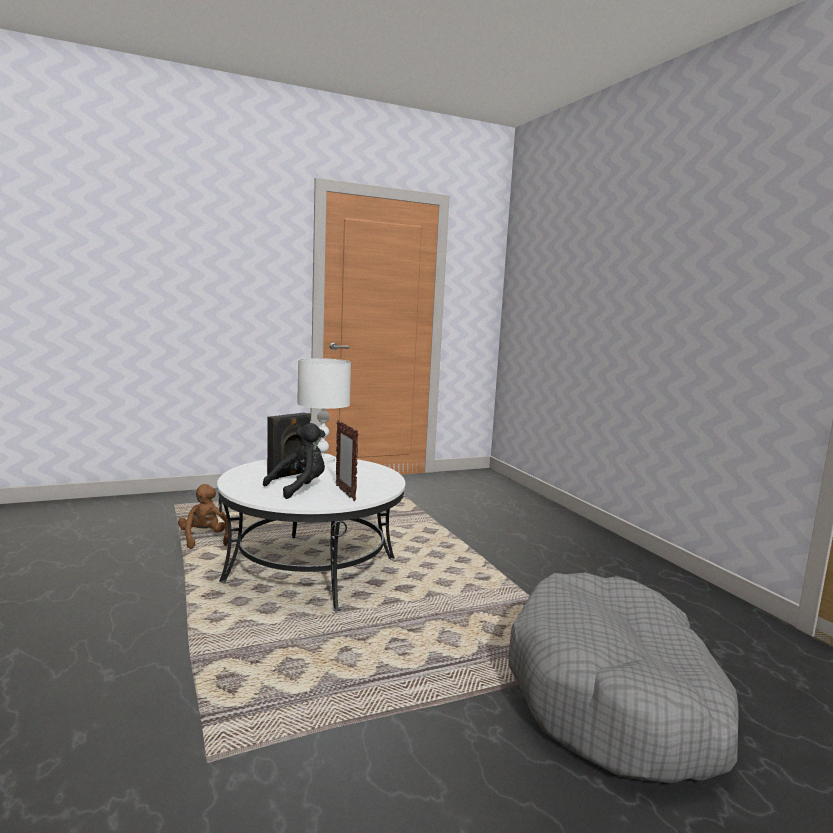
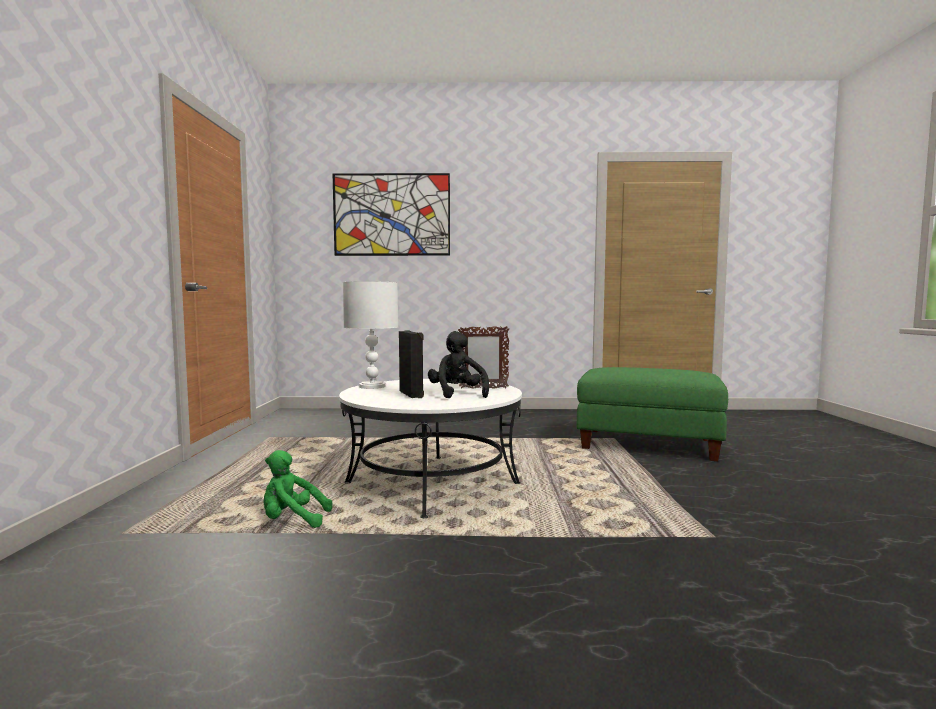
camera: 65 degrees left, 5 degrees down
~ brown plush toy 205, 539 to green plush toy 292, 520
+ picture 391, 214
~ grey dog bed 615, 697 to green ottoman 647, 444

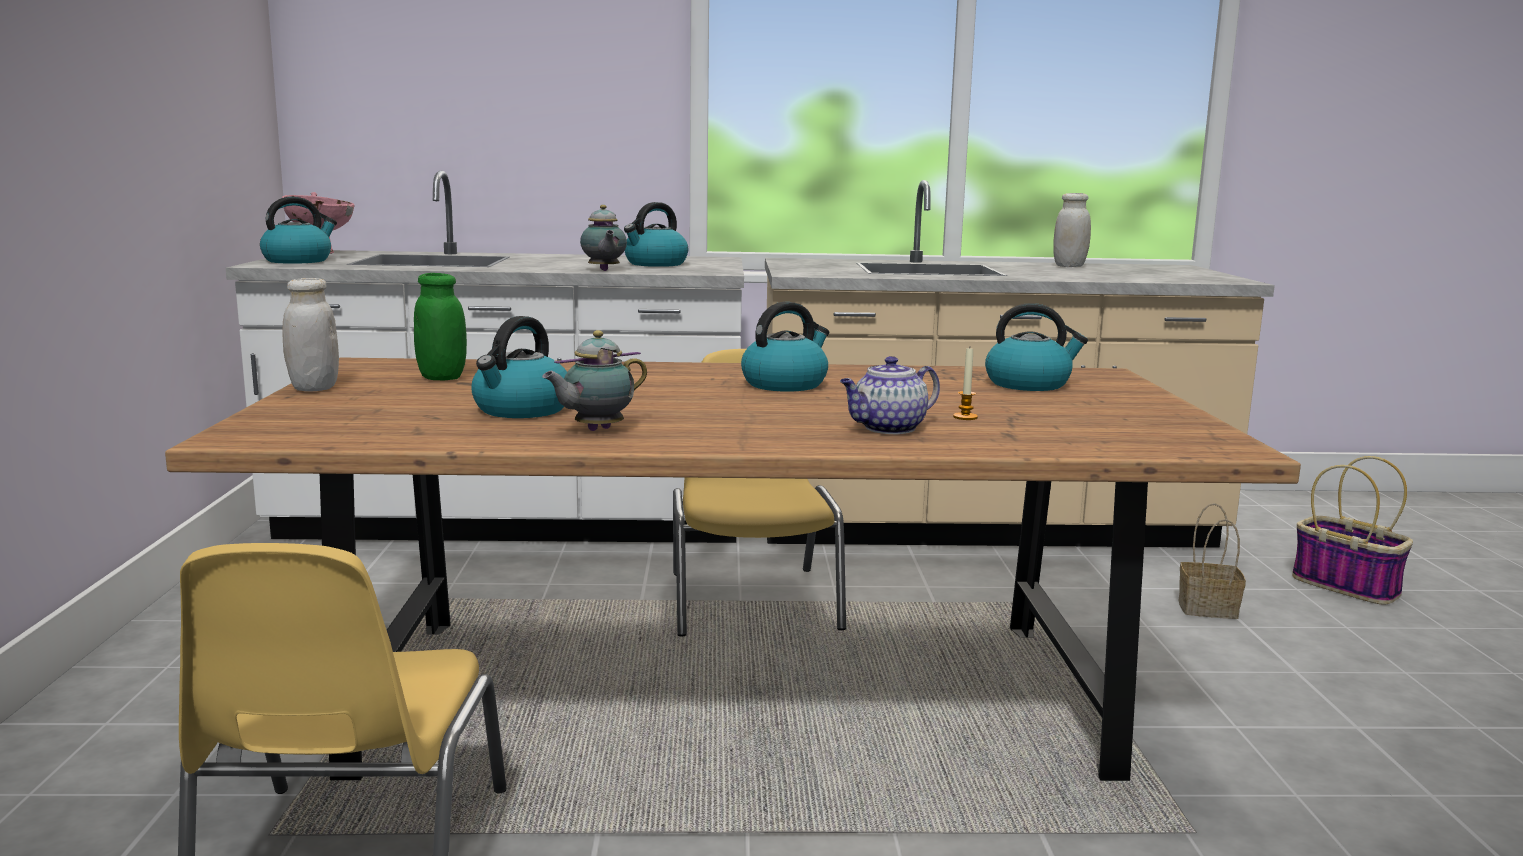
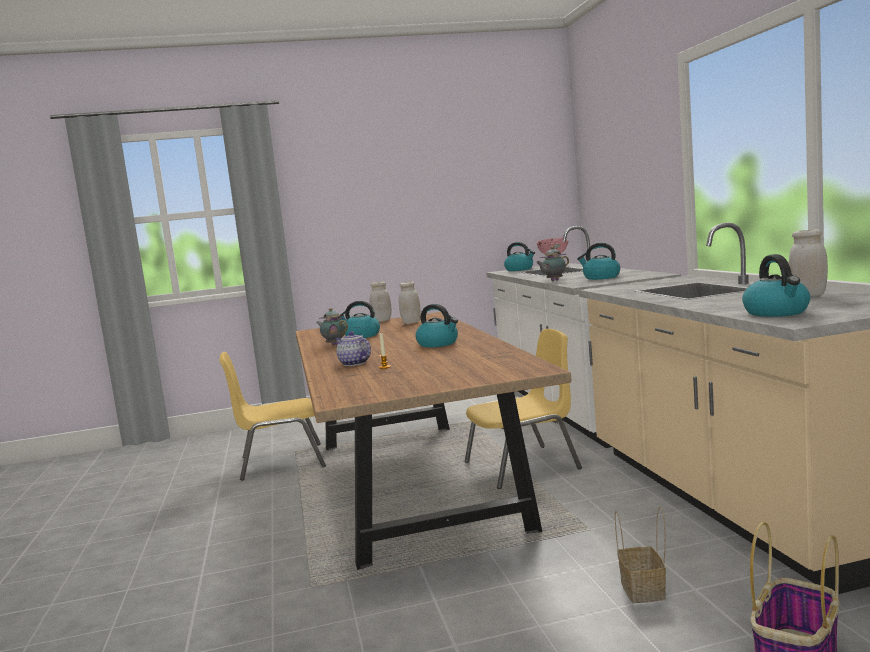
camera: 80 degrees right, 5 degrees down
~ green jar 442, 377 to white jar 411, 322
~ kettle 1029, 384 to 777, 312

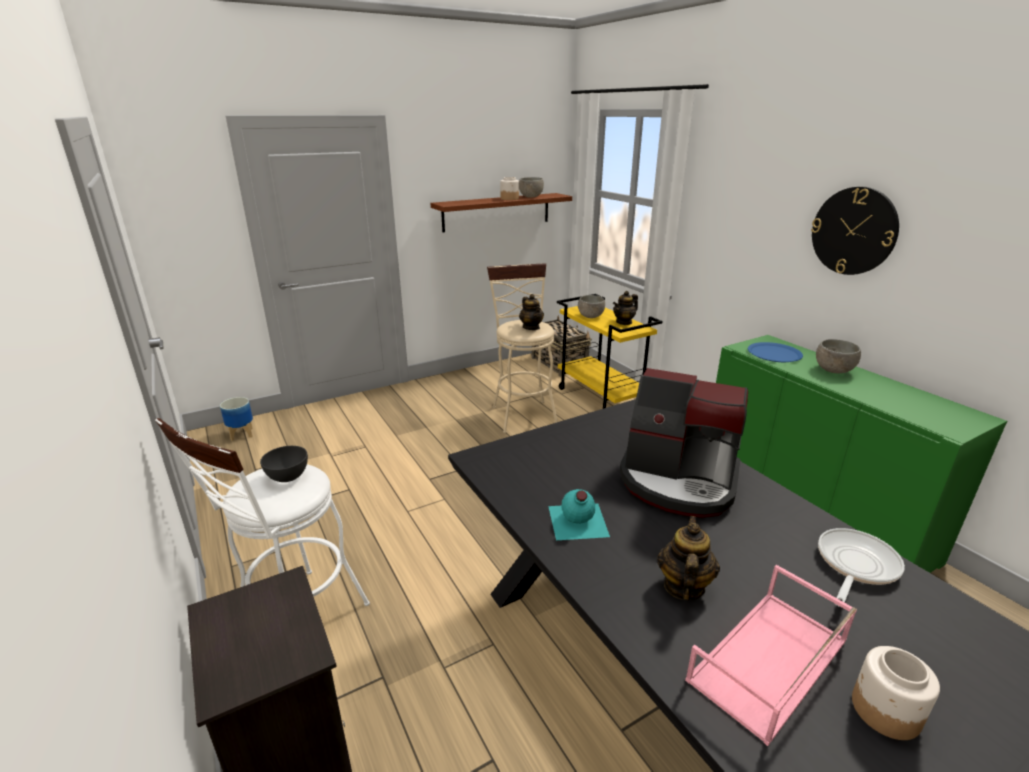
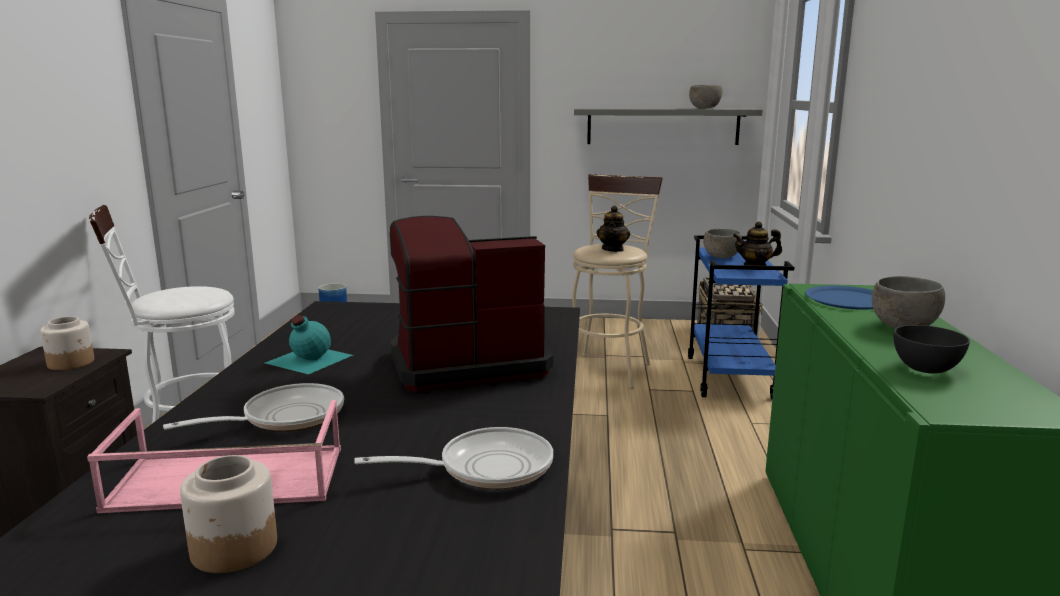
camera: 35 degrees right, 10 degrees down
~ jar 509, 199 to 71, 363
~ teapot 683, 586 to frying pan 285, 417
~ coffee machine 678, 481 = 465, 364 105 degrees clockwise
~ brown shelf 497, 212 to grey shelf 663, 126
~ yellow cart 601, 398 to blue cart 730, 378
~ grey bowl 288, 476 to 925, 369
- wall clock 853, 231

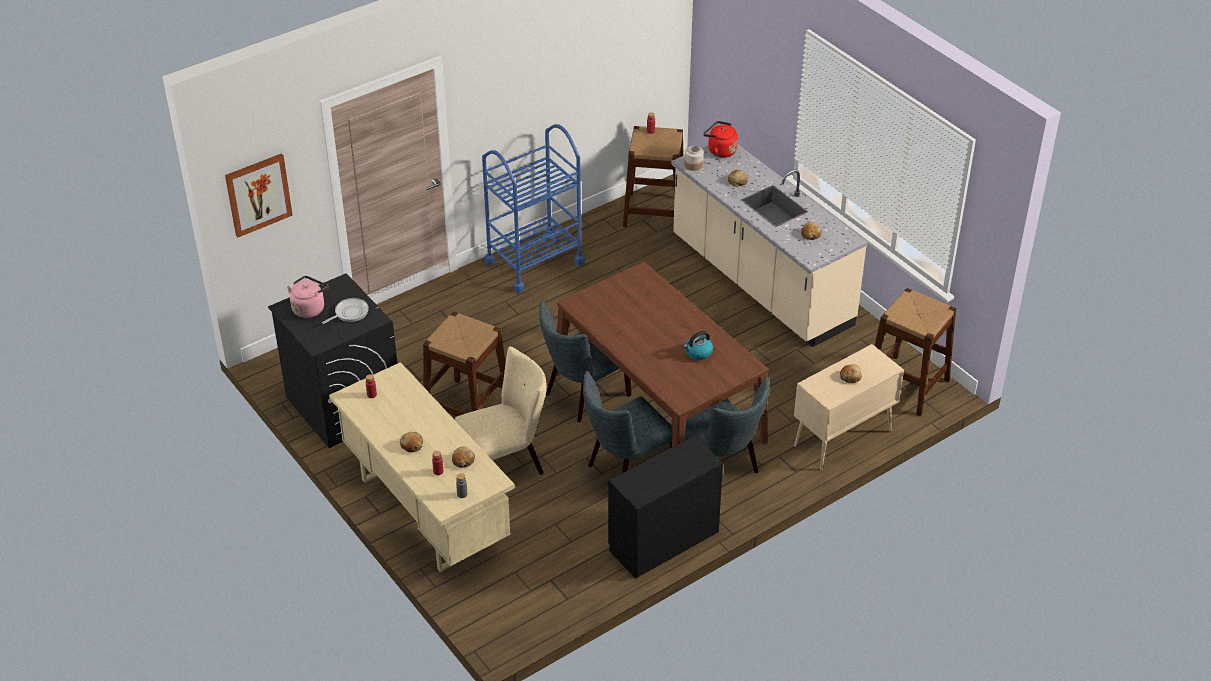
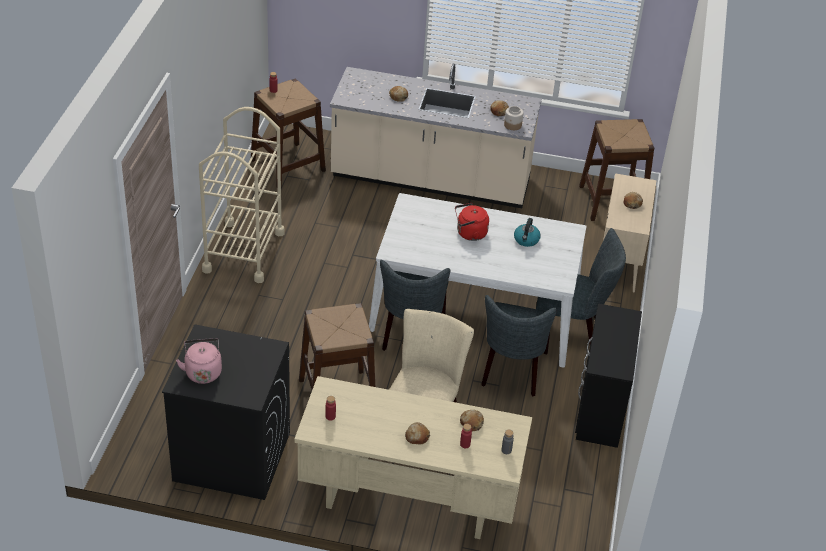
camera: 45 degrees left, 0 degrees up
~ blue cart 534, 262 to beige cart 243, 251
~ brown dining table 658, 407 to white dining table 475, 311
~ red kettle 720, 151 to 469, 234
~ jar 693, 165 to 512, 125
- picture 258, 194
- frying pan 349, 313

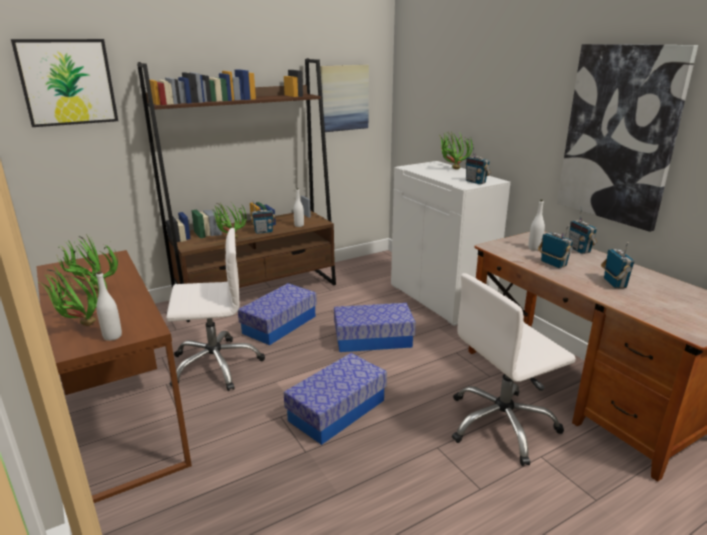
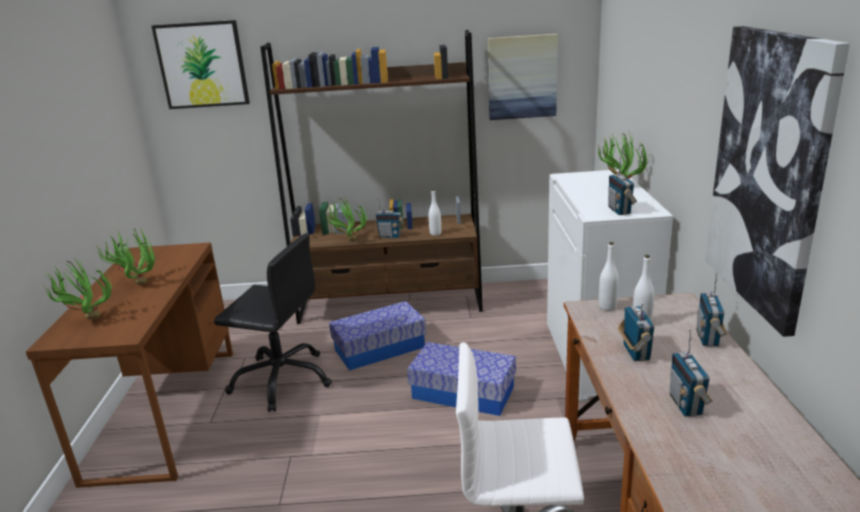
camera: 30 degrees right, 0 degrees up
~ white office chair 215, 365 to black office chair 282, 379
~ white bottle 112, 336 to 607, 307
~ radio 614, 283 = 686, 405 150 degrees clockwise
- storage box 337, 410

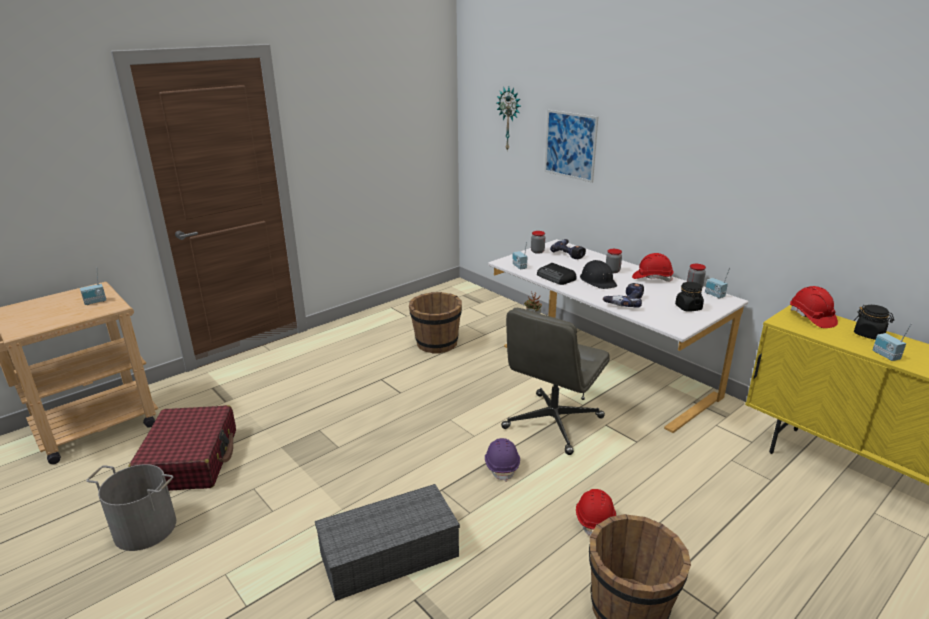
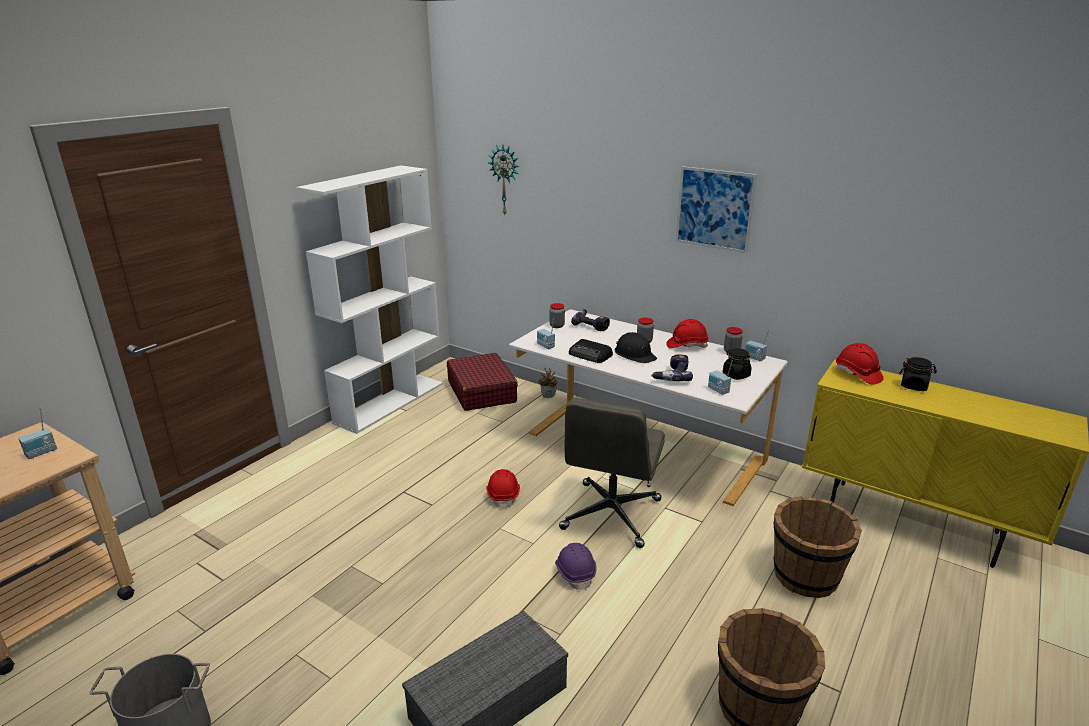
camera: 15 degrees left, 0 degrees up
+ white bookcase 390, 402
~ red suitcase 190, 460 to 482, 392
~ red hard hat 595, 519 to 503, 495
~ picture 570, 145 to 714, 209
~ radio 885, 356 to 717, 390
~ brown bucket 436, 344 to 805, 577

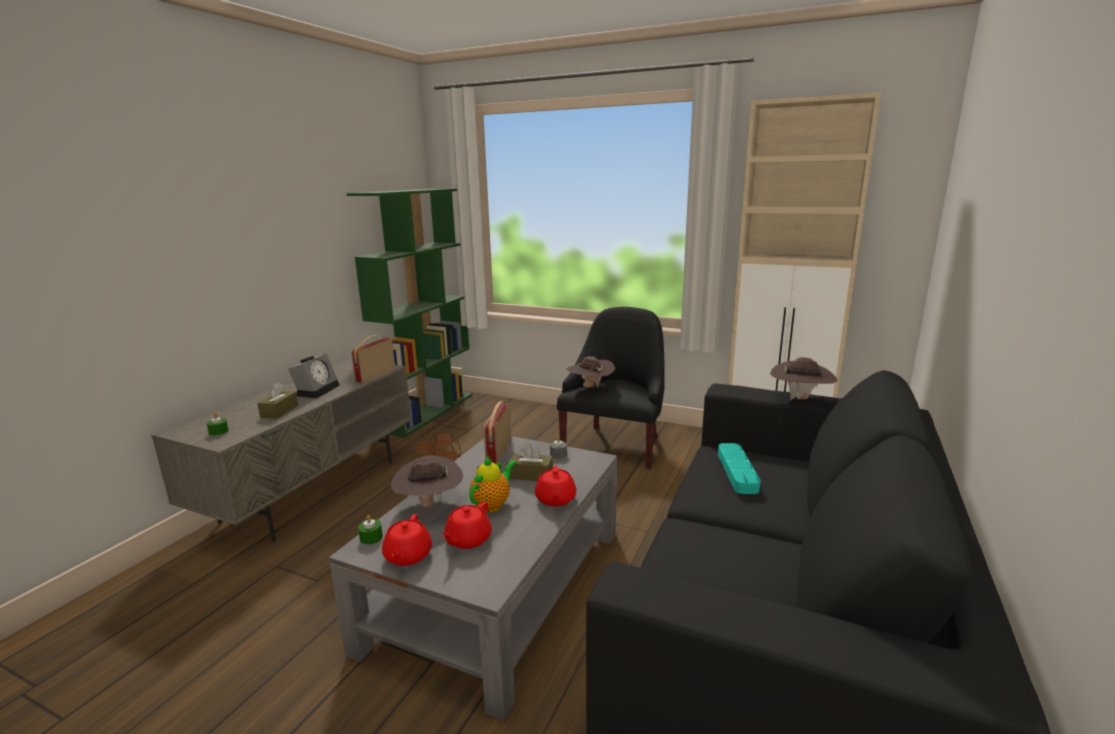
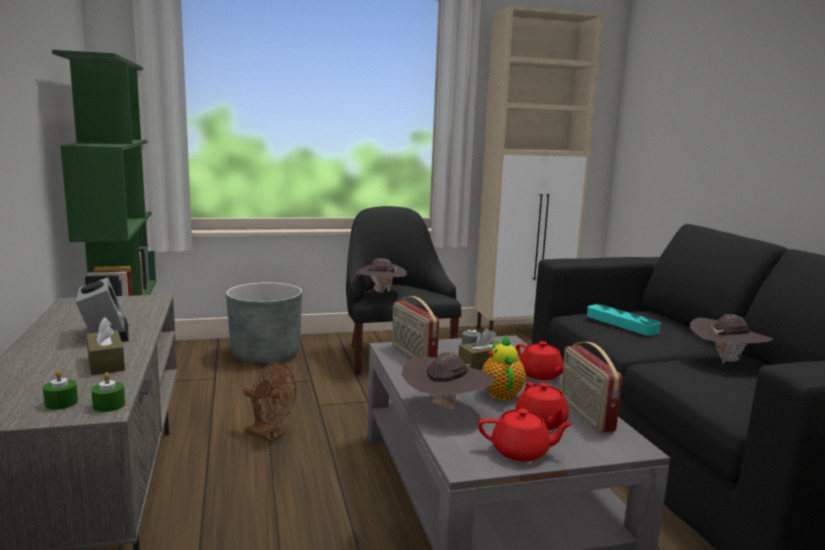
camera: 40 degrees left, 5 degrees down
~ green candle 371, 537 to 109, 405
+ grey planter 265, 354
~ red teapot 407, 556 = 521, 452 45 degrees counterclockwise
~ radio 375, 375 to 585, 414
~ brown hat 800, 398 to 725, 361

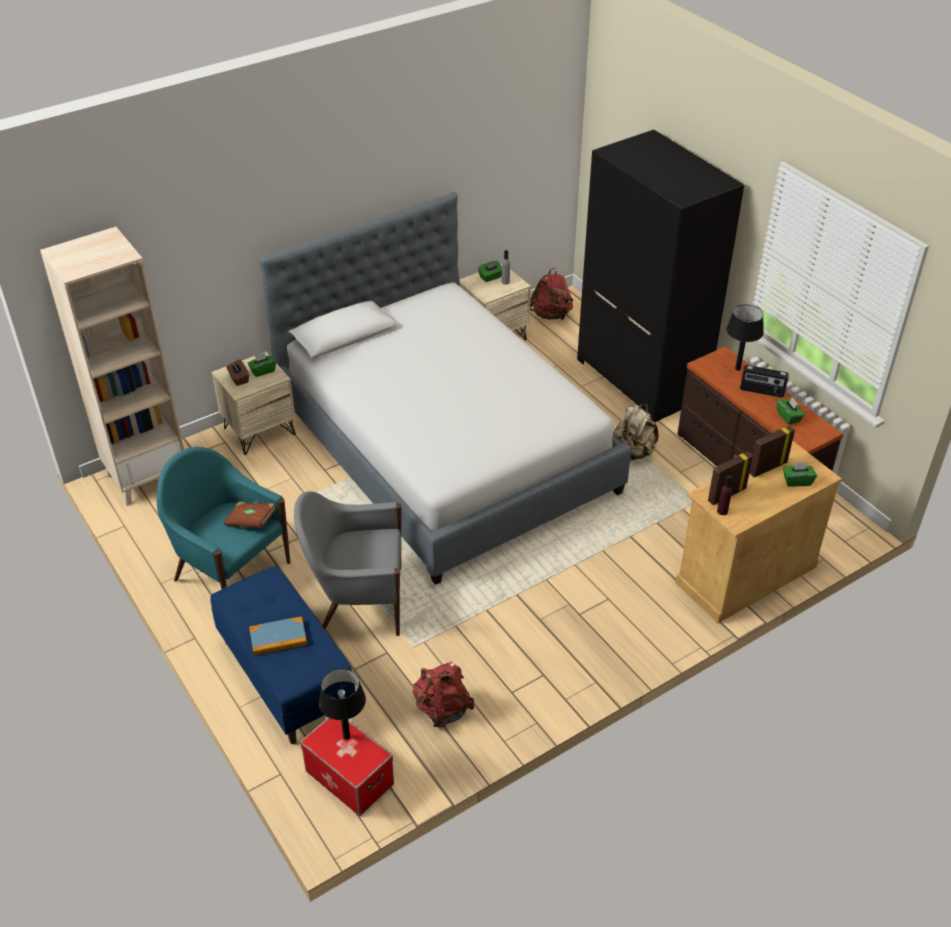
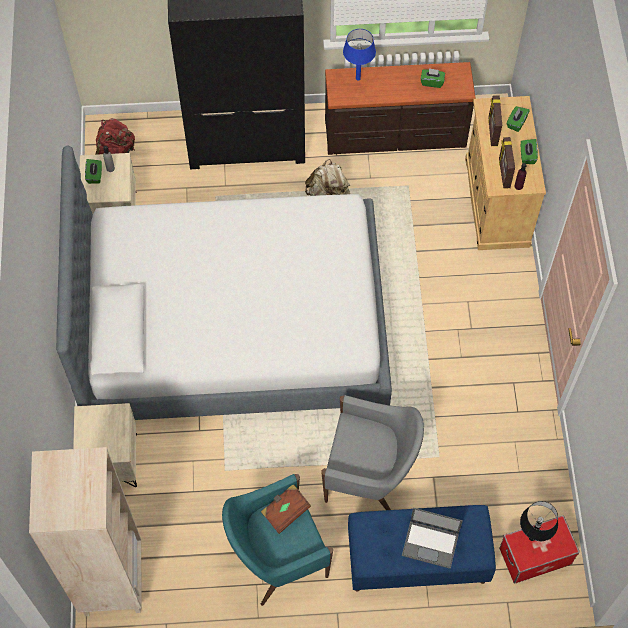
camera: 60 degrees left, 20 degrees up
~ grey armchair 358, 602 = 370, 474 105 degrees counterclockwise
~ black table lamp 738, 369 to blue table lamp 358, 78
~ book 278, 638 to laptop 431, 543
~ green tissue box 263, 371 to 527, 156
- brown tissue box 238, 379
- red backpack 442, 709
- radio 762, 391

